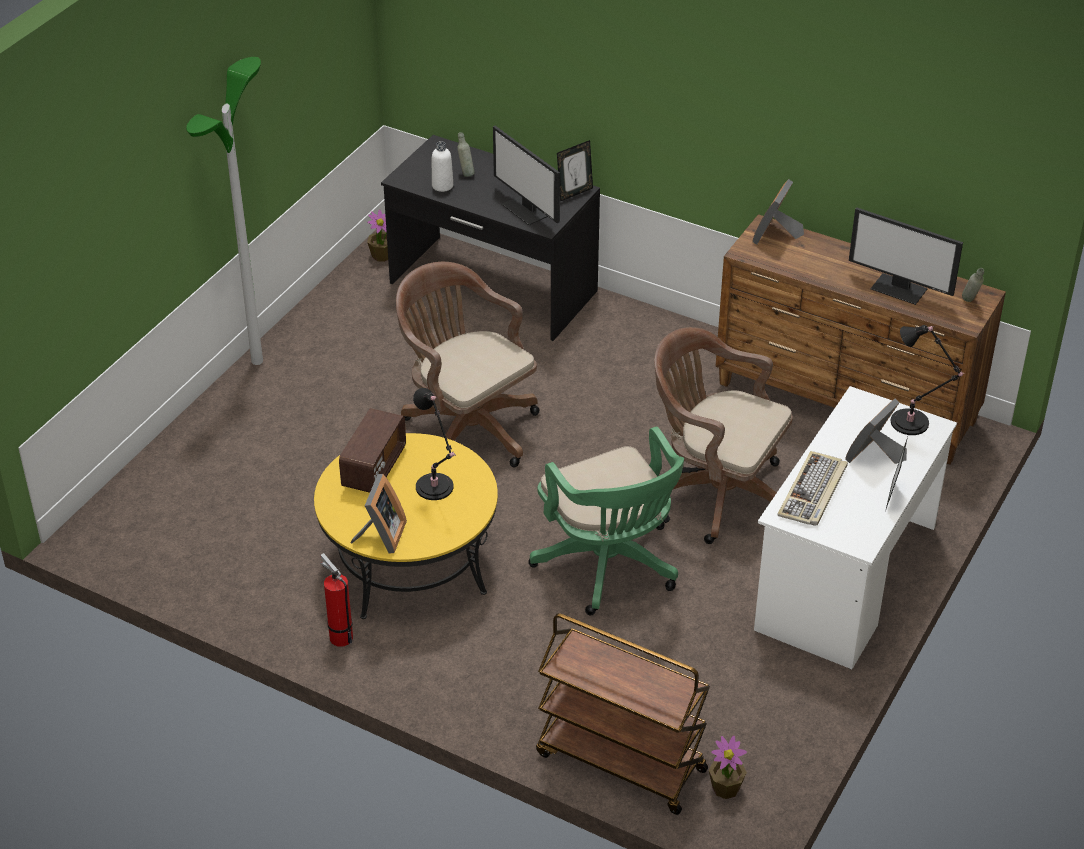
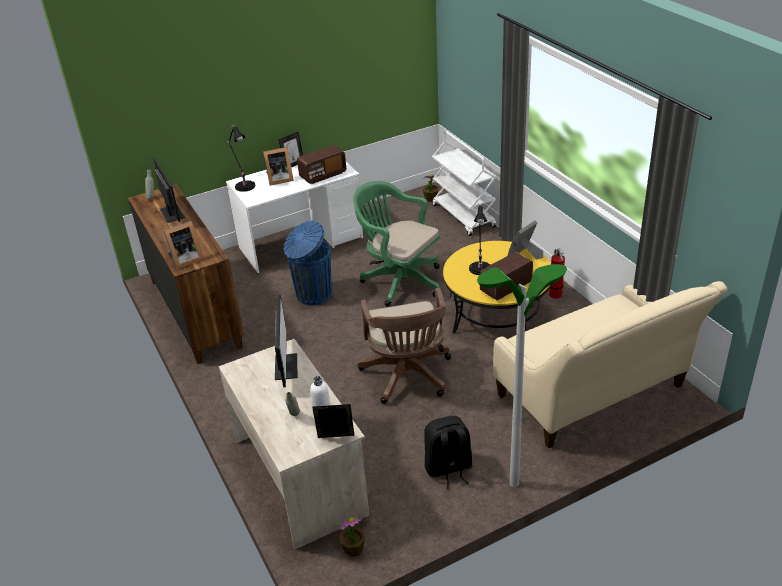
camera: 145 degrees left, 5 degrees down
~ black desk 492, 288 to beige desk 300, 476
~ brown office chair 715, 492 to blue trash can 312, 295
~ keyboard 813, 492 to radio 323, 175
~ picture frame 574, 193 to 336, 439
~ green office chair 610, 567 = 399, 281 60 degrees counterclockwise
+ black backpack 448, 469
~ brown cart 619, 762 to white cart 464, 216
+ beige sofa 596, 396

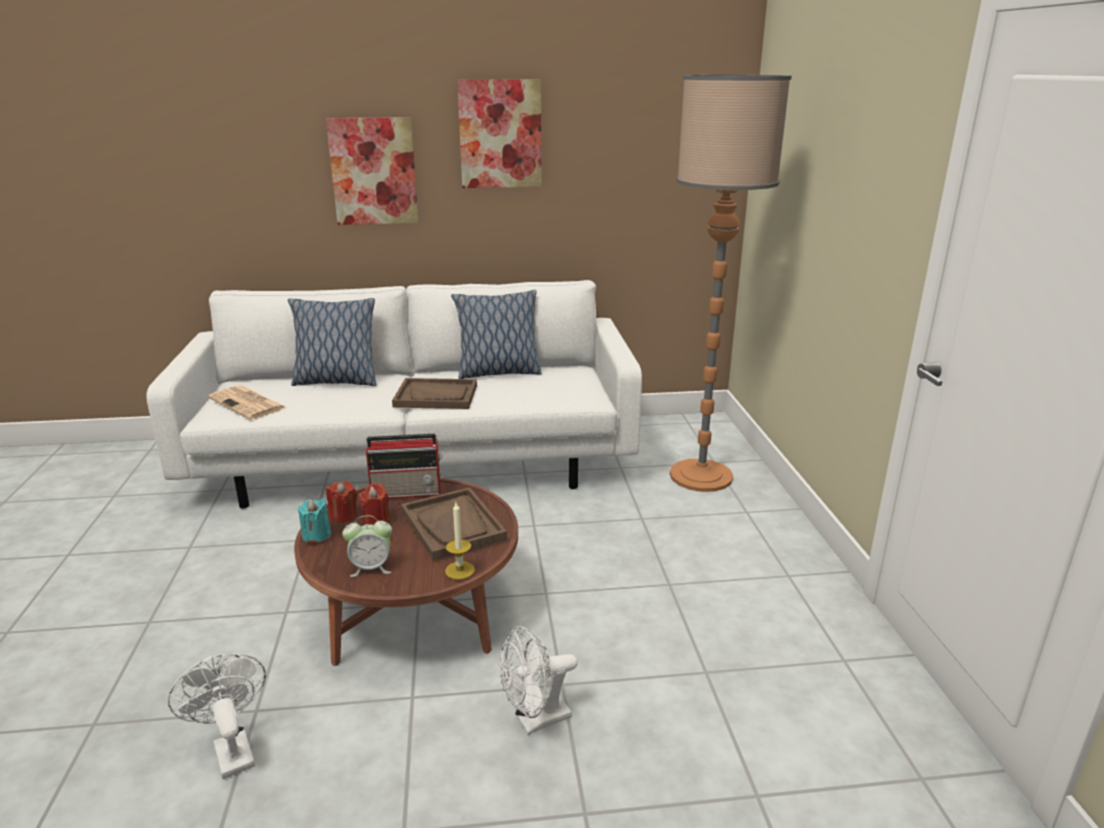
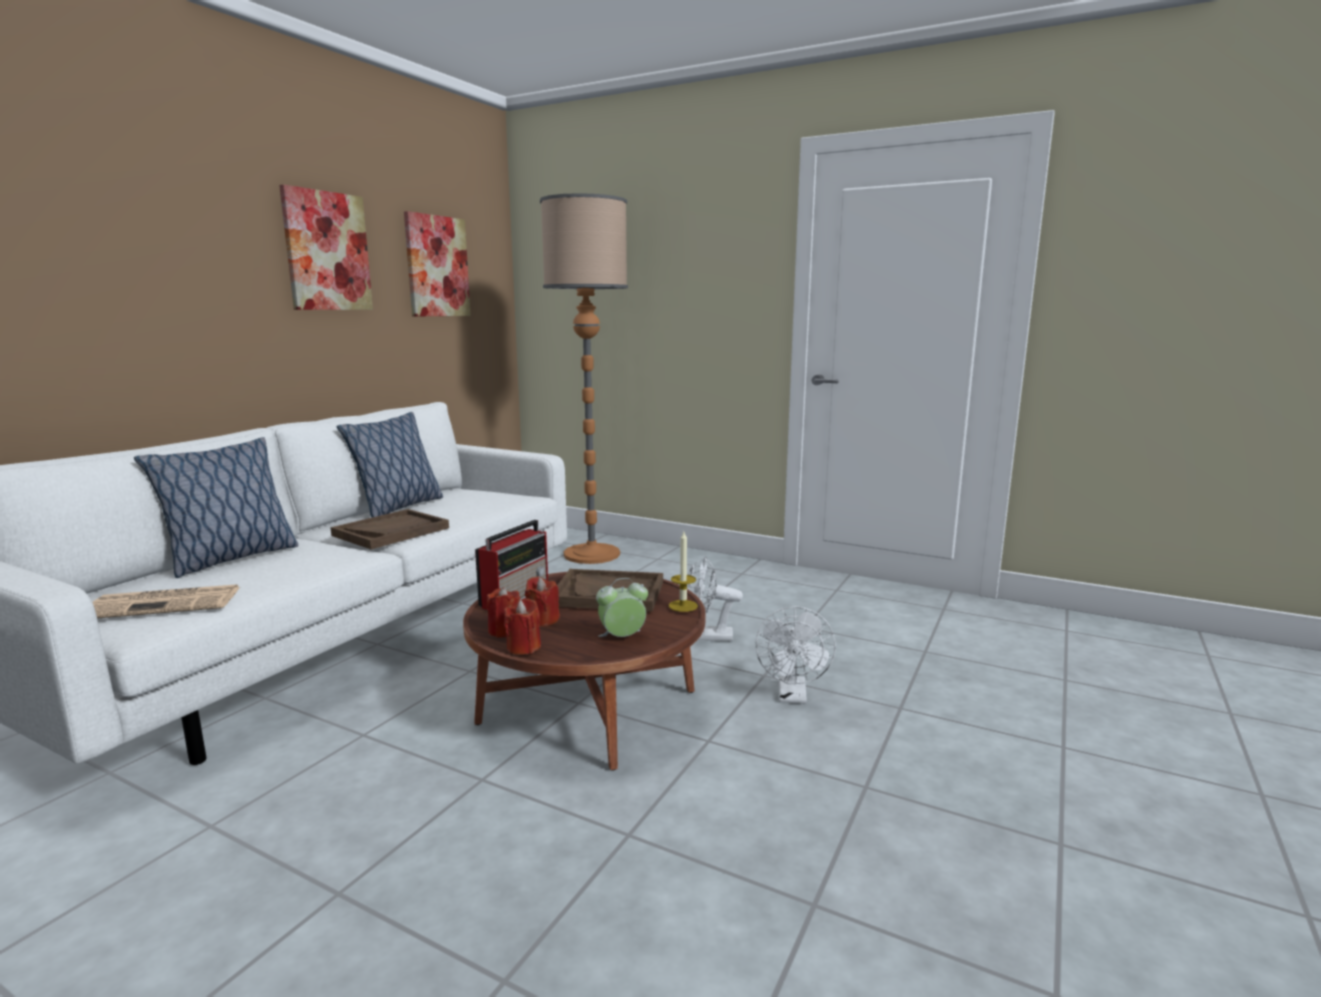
camera: 55 degrees left, 10 degrees down
~ picture 374, 171 to 437, 266
~ turquoise candle 316, 535 to red candle 523, 647
~ alarm clock 371, 568 = 622, 637 135 degrees counterclockwise
~ white fan 231, 749 to 706, 637

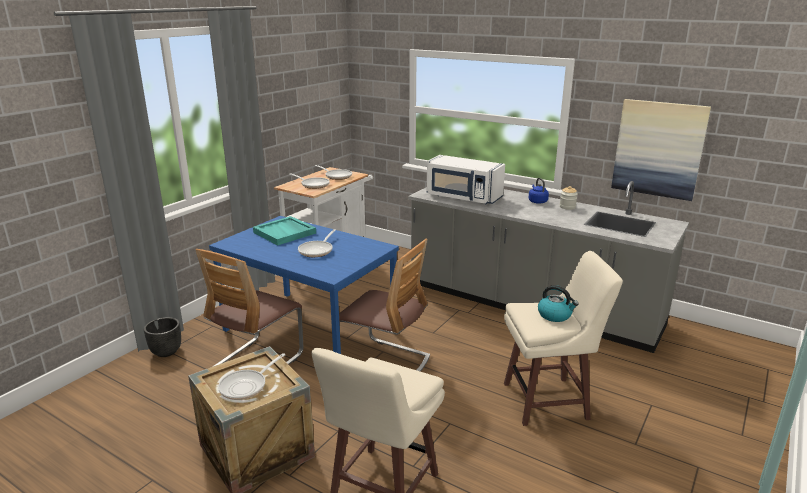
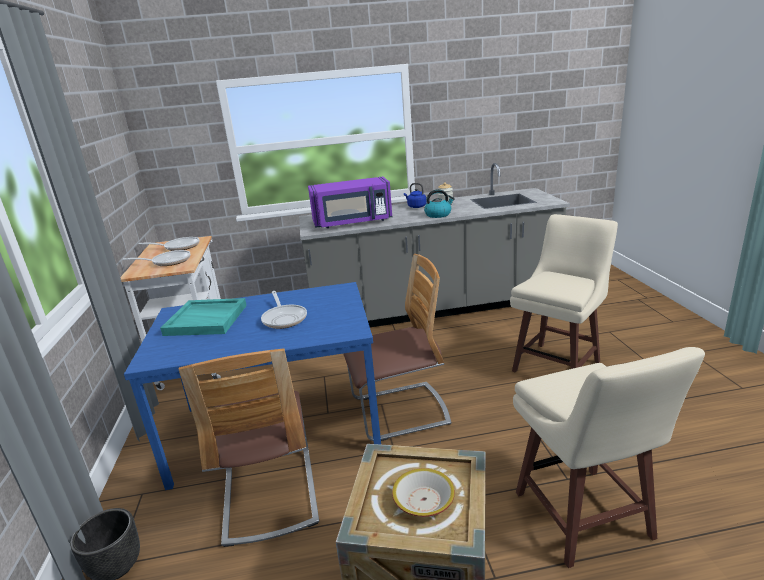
camera: 40 degrees left, 0 degrees up
~ white microwave 463, 197 to purple microwave 353, 222
~ frying pan 246, 386 to bowl 424, 500
~ kettle 555, 315 to 438, 214
- picture 658, 149

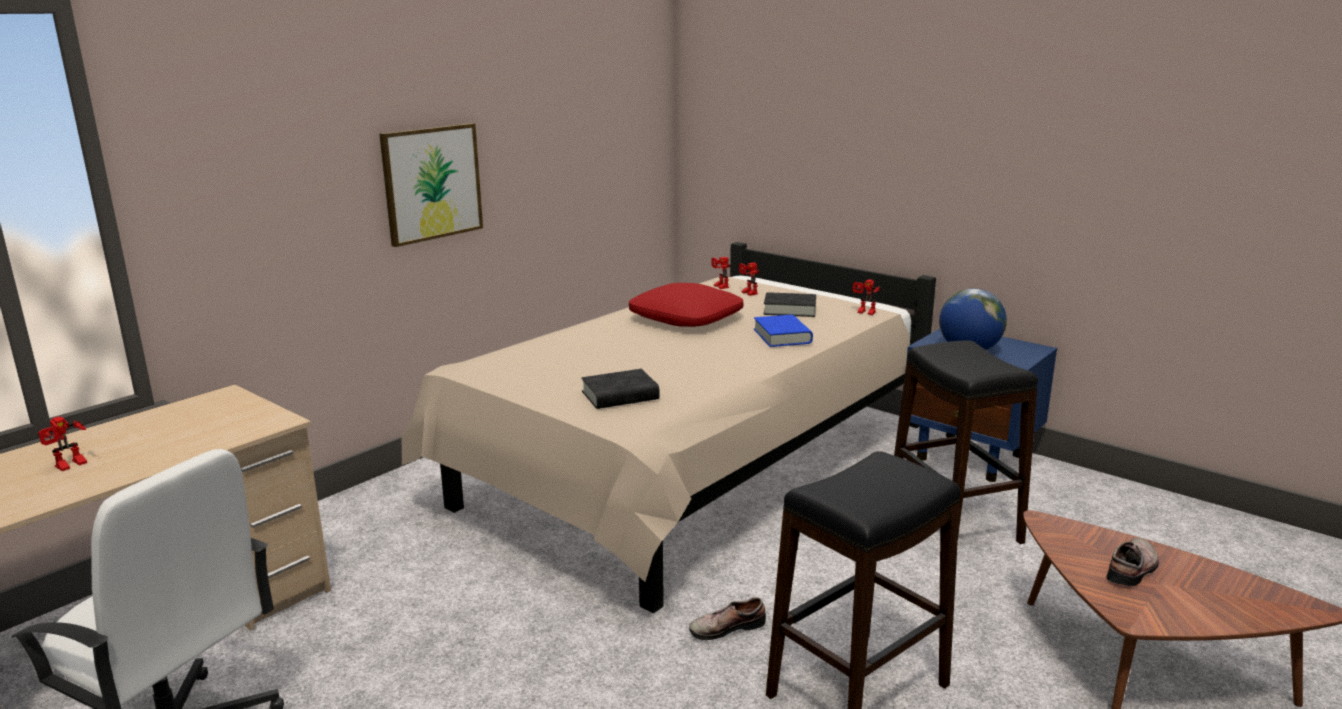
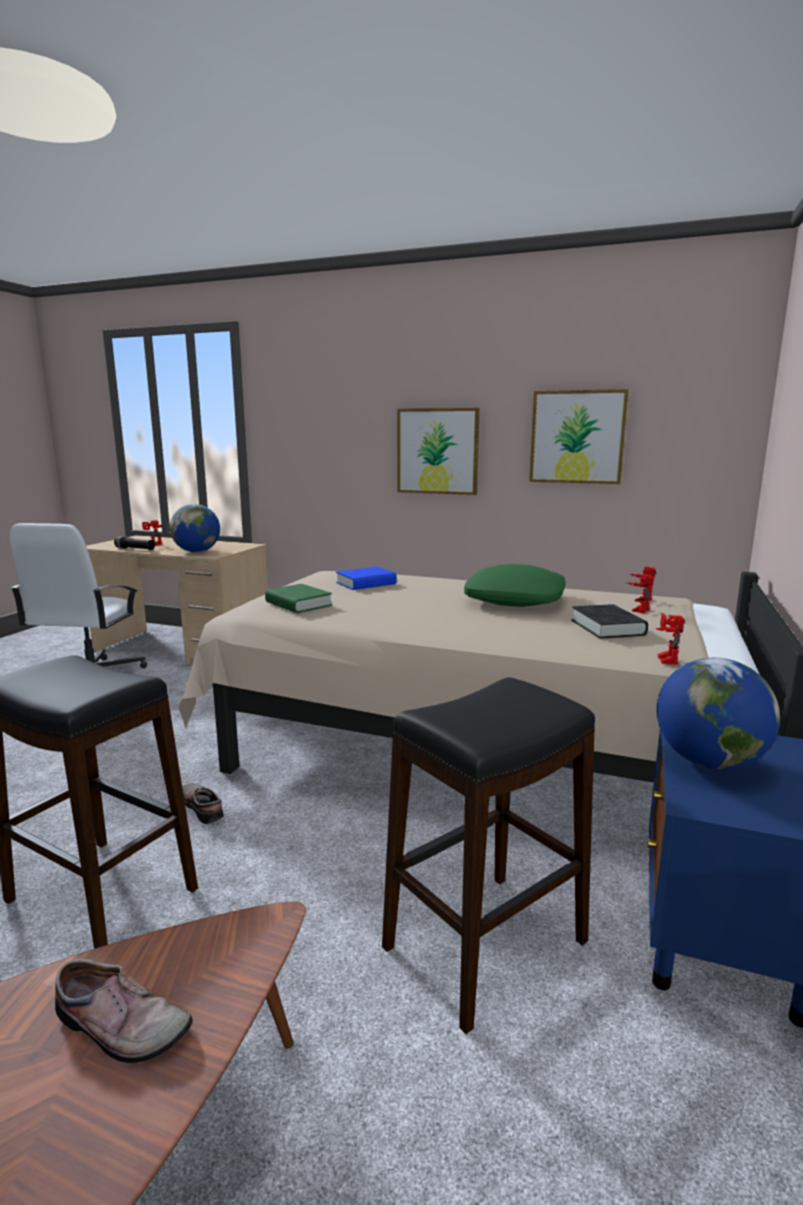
camera: 70 degrees right, 5 degrees down
+ black flashlight 135, 549
+ globe 197, 551
~ black book 620, 396 to green book 298, 604
~ blue book 782, 336 to 366, 583
~ red pillow 686, 318 to green pillow 515, 600
+ picture 577, 437

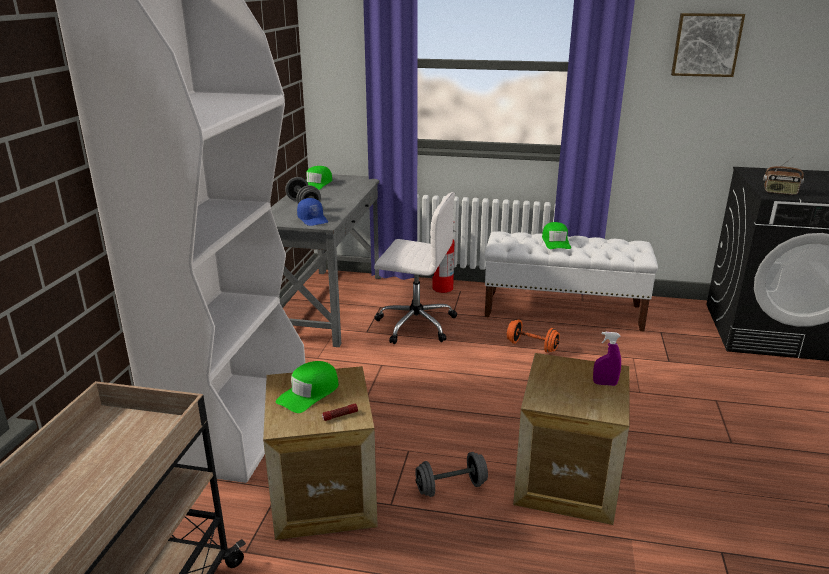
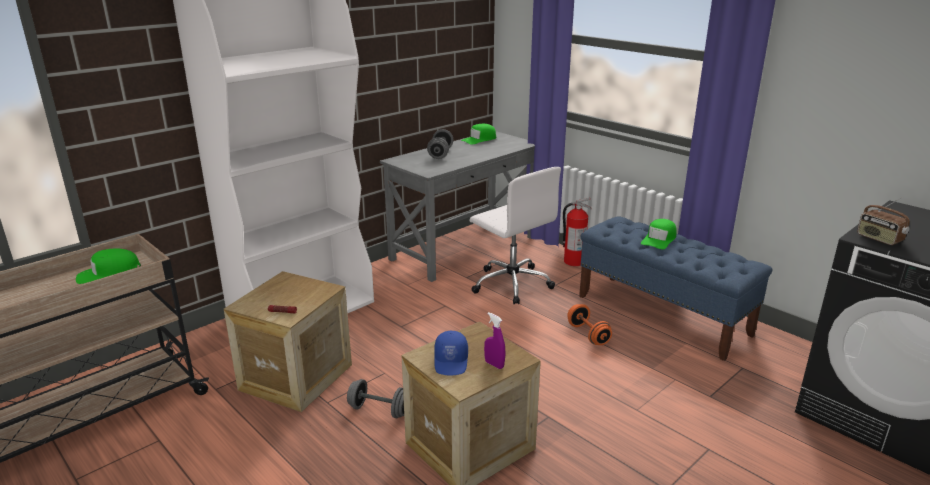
camera: 35 degrees right, 0 degrees up
~ green cap 309, 393 to 109, 273
~ blue cap 313, 220 to 451, 362
~ white bench 563, 311 to blue bench 662, 315
- picture 706, 45

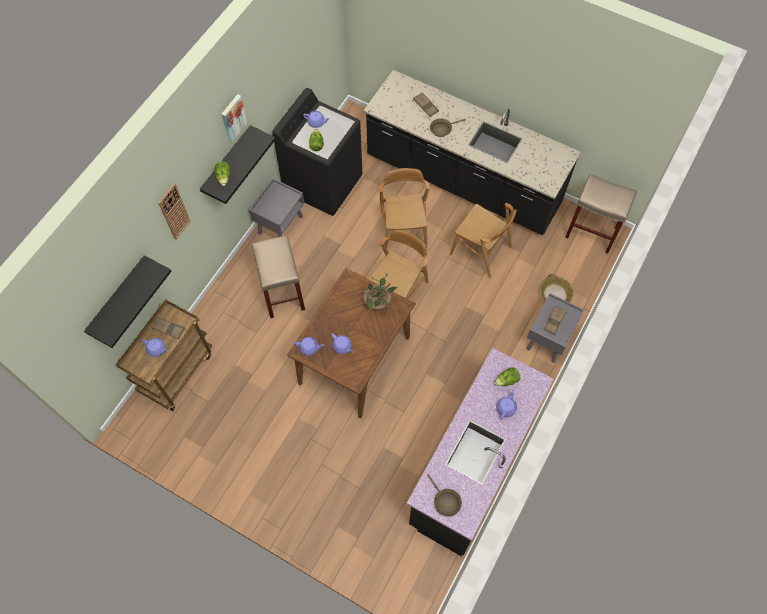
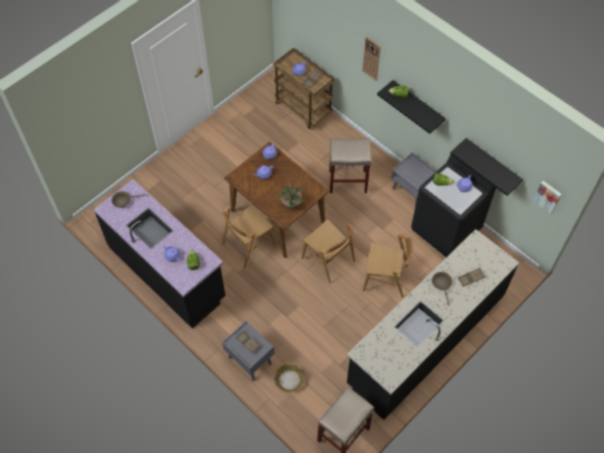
camera: 105 degrees right, 5 degrees down
~ brown chair 481, 251 to 248, 244
~ black shelf 118, 298 to 492, 164
~ picture 233, 117 to 548, 196

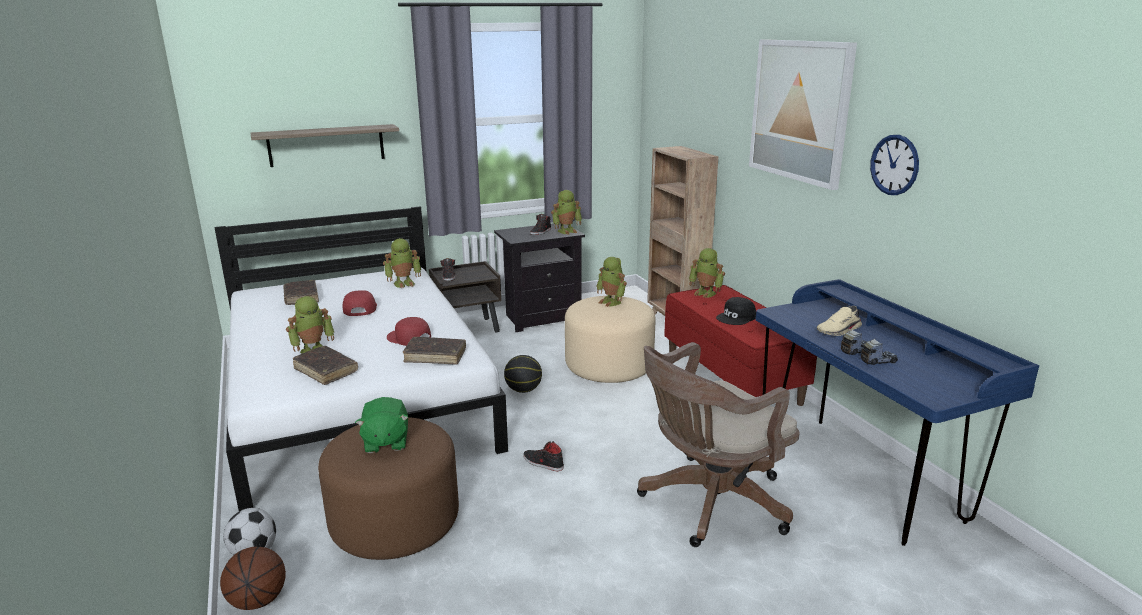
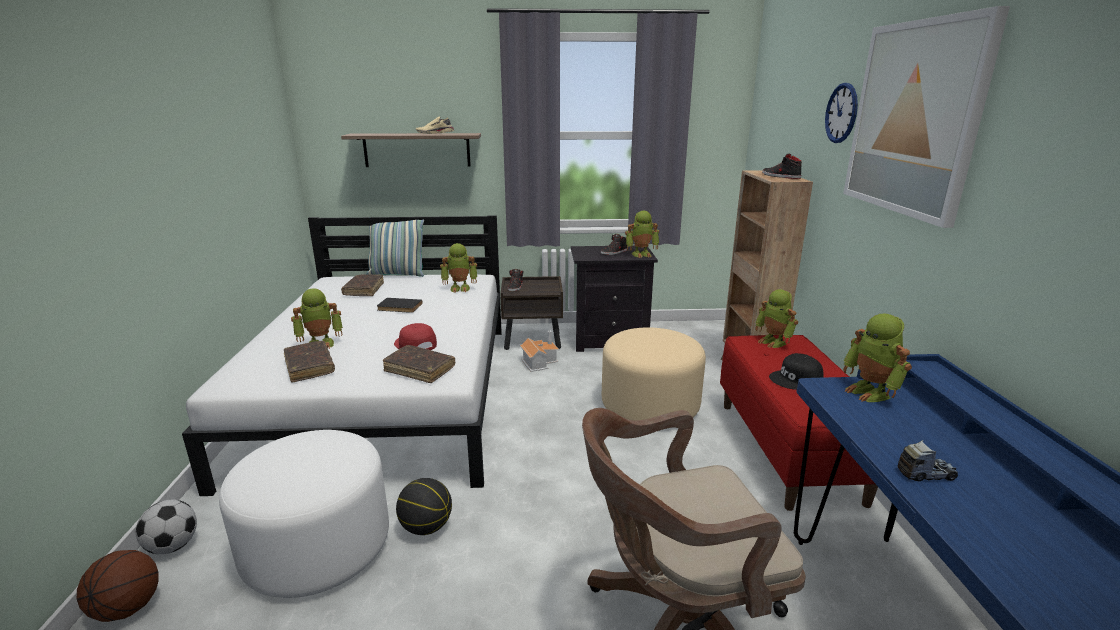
camera: 20 degrees right, 0 degrees up
~ brown ottoman 395, 521 to white ottoman 318, 546
+ pillow 397, 274
~ red cap 359, 308 to black book 399, 307
~ basketball 523, 390 to 426, 527
~ beige shoe 839, 330 to 435, 133
+ toy house 539, 361
~ black shoe 543, 463 to 780, 176
~ wall clock 894, 165 to 841, 113
~ toy robot 611, 302 to 870, 392
- green plush toy 385, 442
- toy truck 878, 361

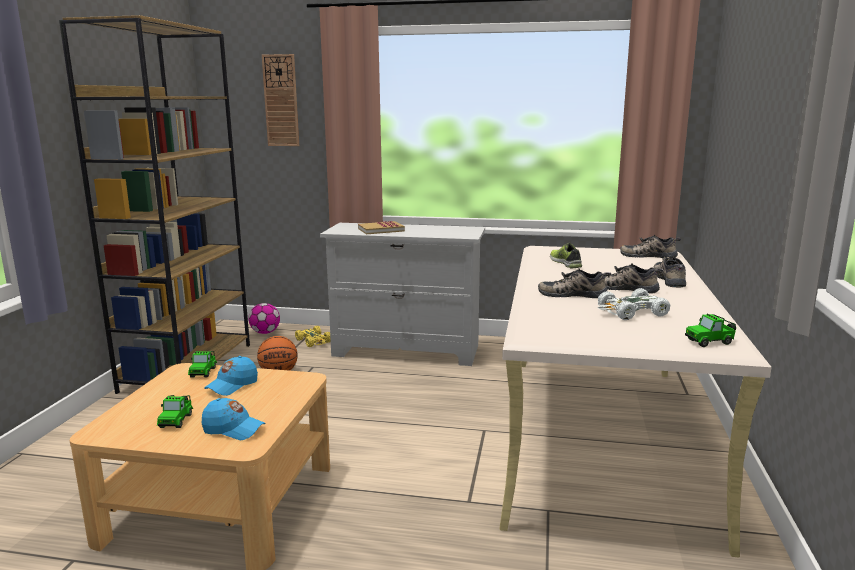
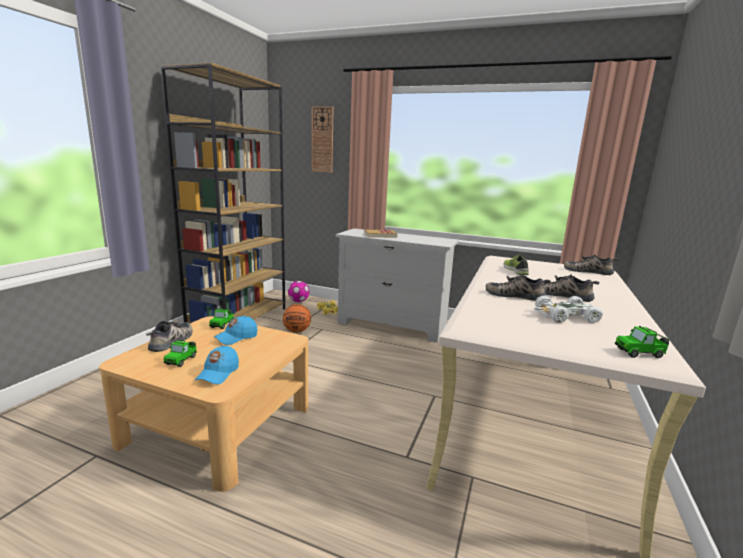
camera: 10 degrees right, 0 degrees up
~ shoe 670, 279 to 172, 341
~ blue cap 233, 429 = 218, 373 75 degrees clockwise

